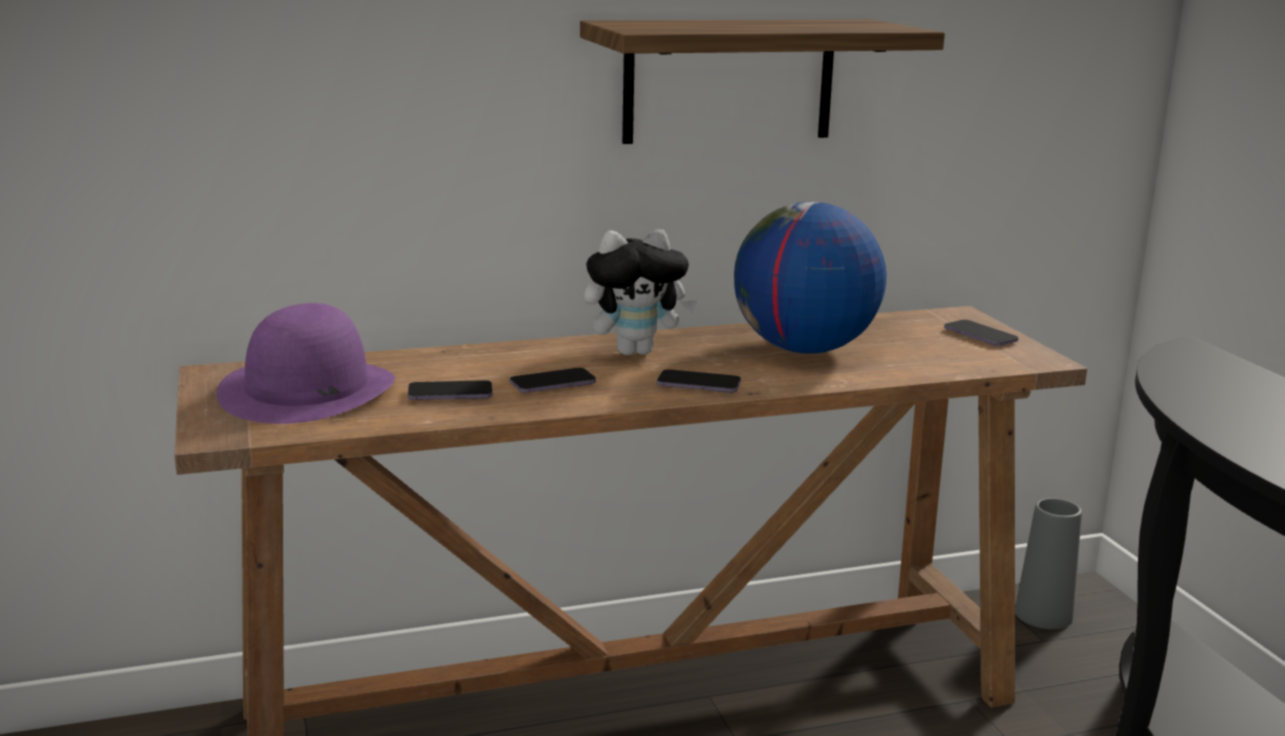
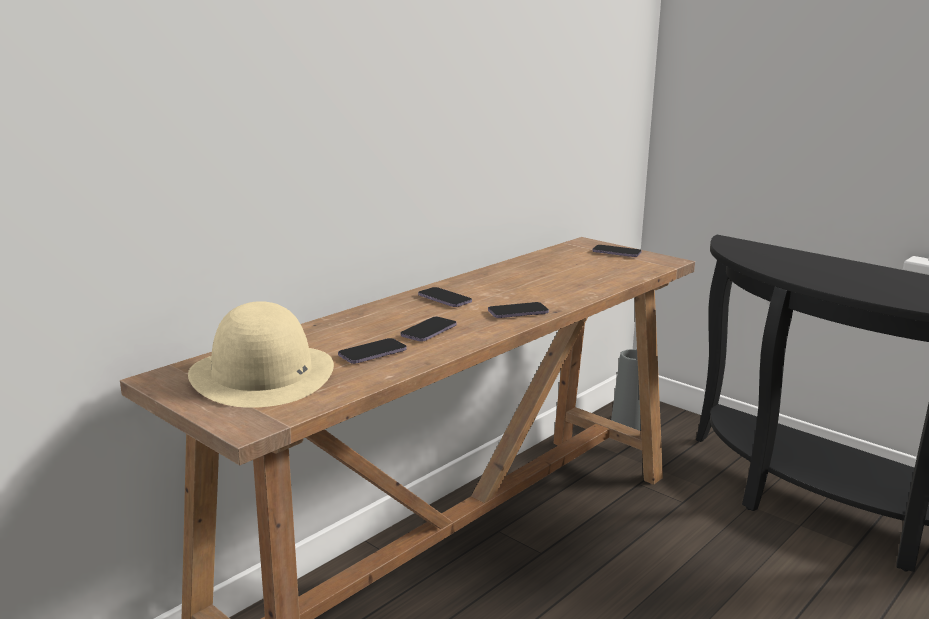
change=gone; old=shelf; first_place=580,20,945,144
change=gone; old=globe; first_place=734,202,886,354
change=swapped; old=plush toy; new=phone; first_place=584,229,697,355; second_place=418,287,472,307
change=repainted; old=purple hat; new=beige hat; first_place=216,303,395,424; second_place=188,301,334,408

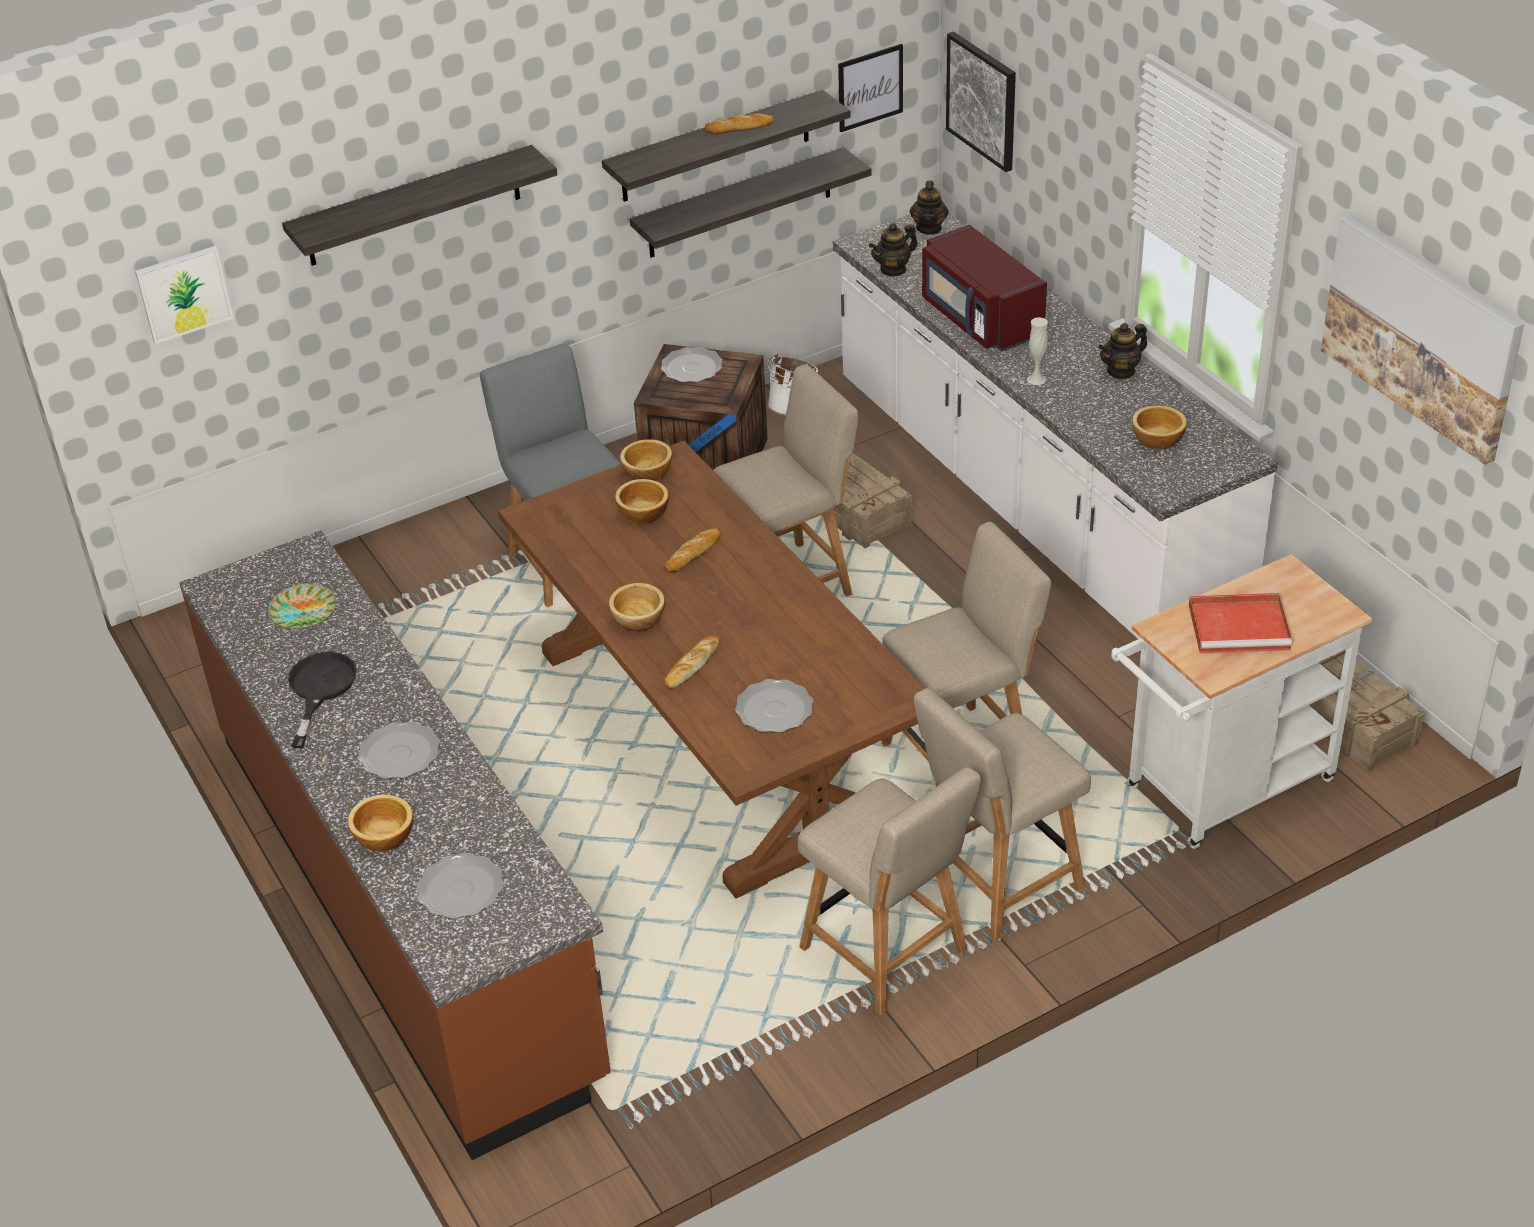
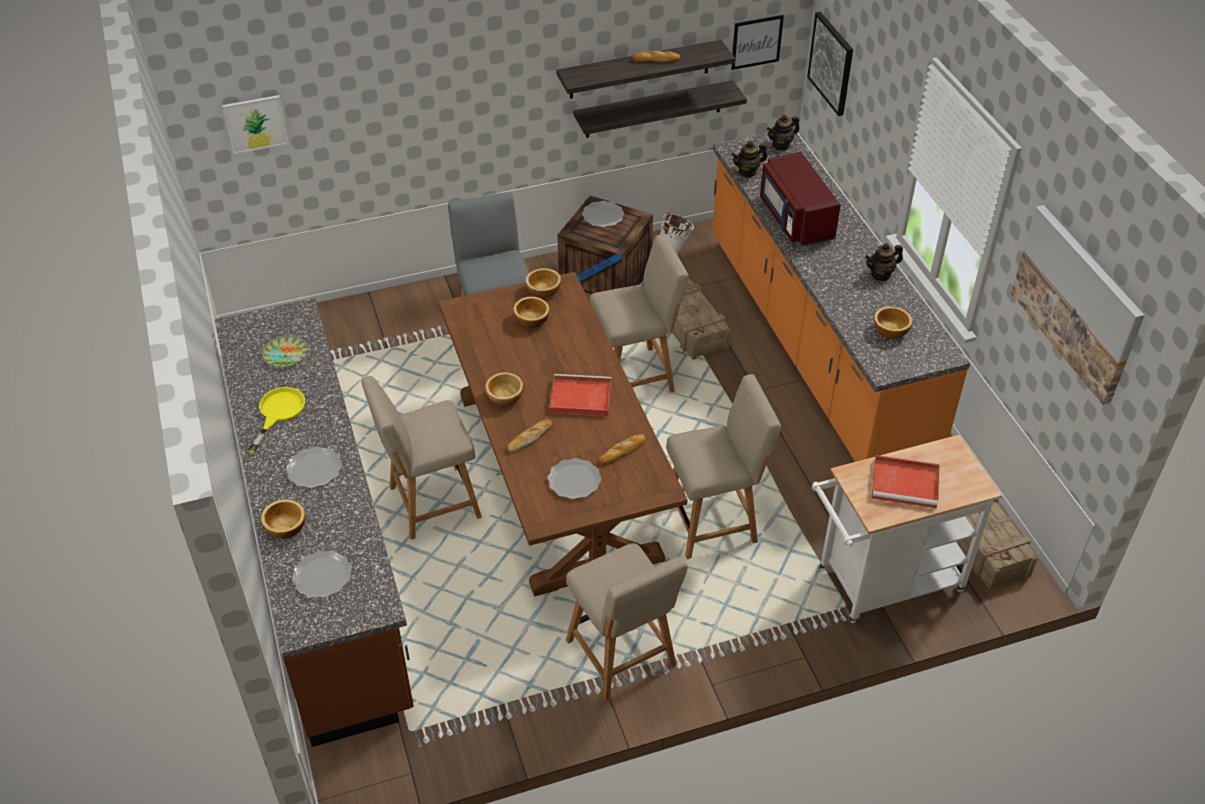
change=gone; old=shelf; first_place=282,145,557,266
change=rotated; old=teapot; first_place=910,180,949,235; second_place=767,115,799,151; degrees=45
change=repainted; old=white counter; new=orange counter; first_place=833,213,1278,639; second_place=712,129,970,462
change=gone; old=white vase; first_place=1027,317,1048,385
change=shifted; old=bread; first_place=664,528,720,573; second_place=599,434,646,465
change=repainted; old=black frying pan; new=yellow frying pan; first_place=288,652,357,748; second_place=247,387,305,453
change=shifted; old=beige chair; first_place=914,688,1091,941; second_place=361,376,482,540
change=new; new=red tray; second_place=549,374,612,416

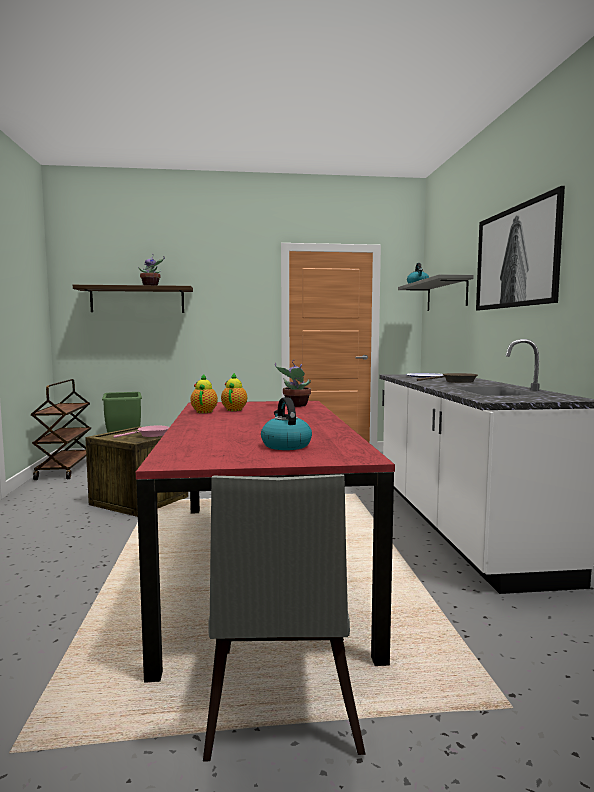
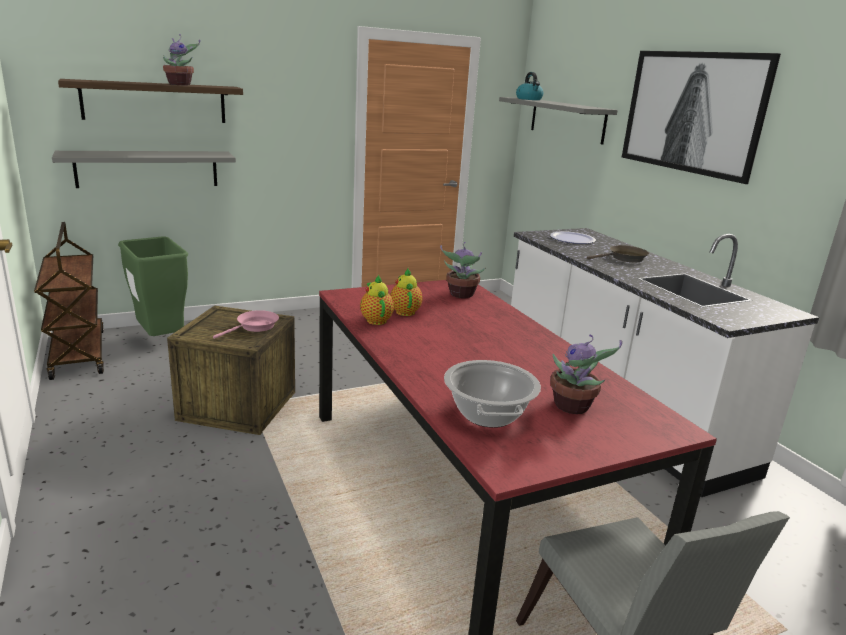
change=swapped; old=kettle; new=potted plant; first_place=261,397,312,450; second_place=550,335,622,414
change=new; new=grey shelf; second_place=52,151,236,188
change=new; new=cooking pot; second_place=444,360,541,428

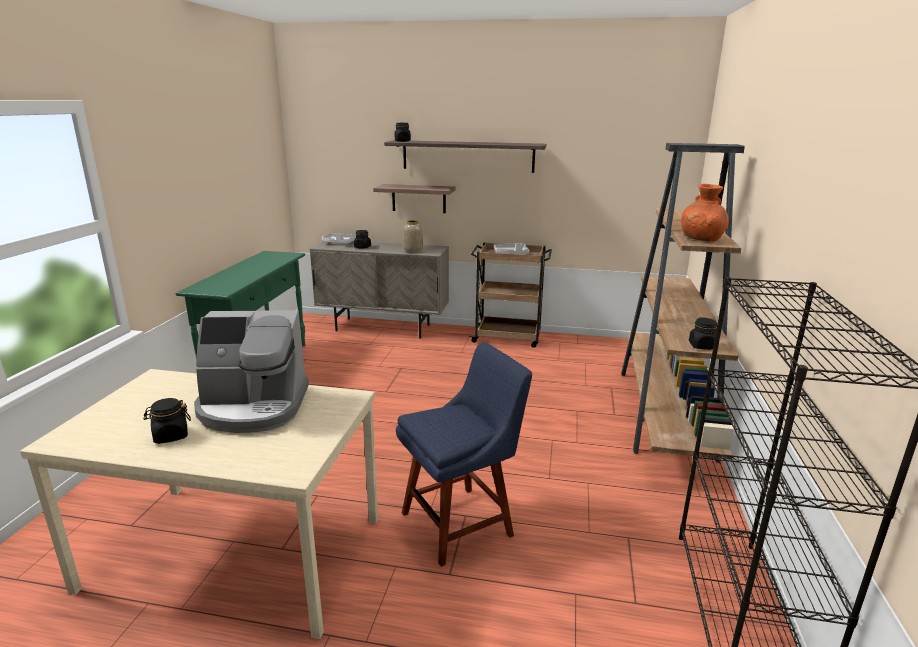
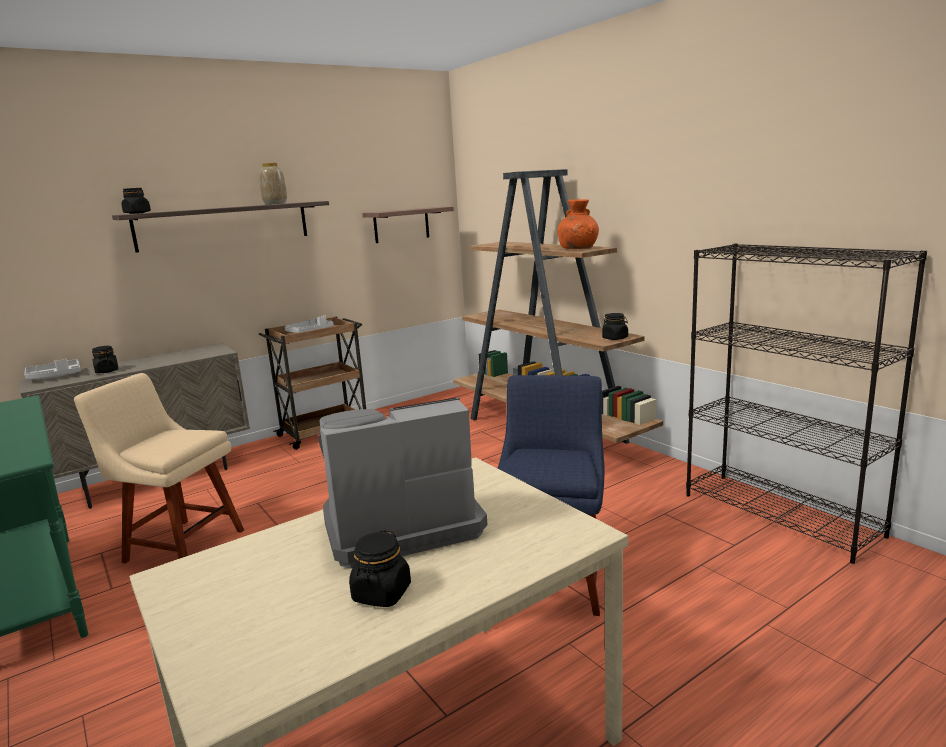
change=shifted; old=shelf; first_place=373,184,455,213; second_place=362,207,454,243
change=shifted; old=vase; first_place=403,220,423,254; second_place=259,163,287,205
change=rotated; old=coffee machine; first_place=194,310,309,433; second_place=318,397,487,568; degrees=-150
change=new; new=beige chair; second_place=74,373,244,564

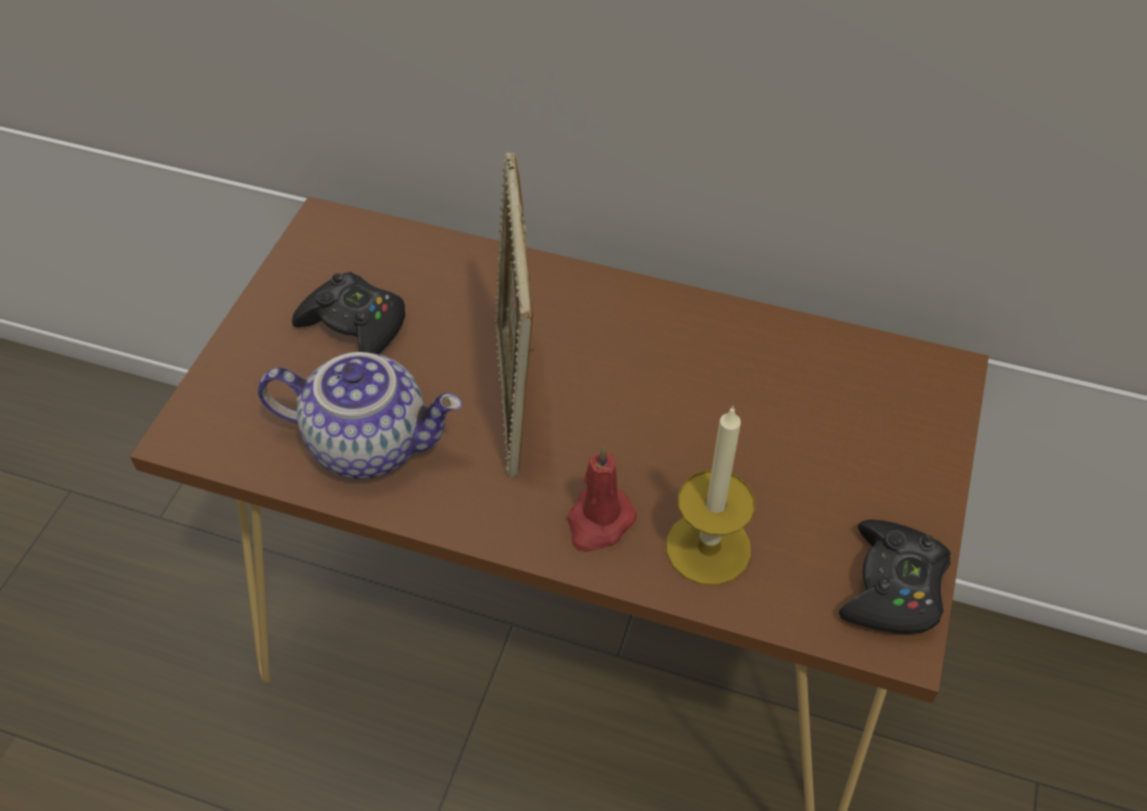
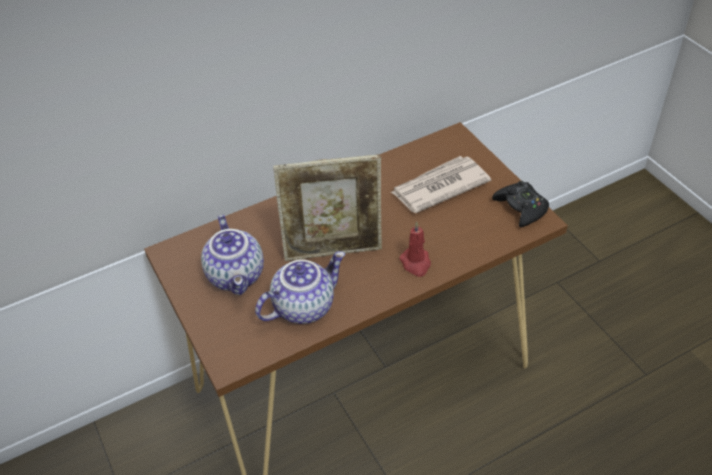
change=rotated; old=picture frame; first_place=494,152,534,477; second_place=273,154,382,261; degrees=-45
change=swapped; old=black game controller; new=teapot; first_place=292,272,405,354; second_place=201,215,264,295
change=gone; old=candle; first_place=666,406,755,585
change=new; new=newspaper; second_place=390,156,491,213

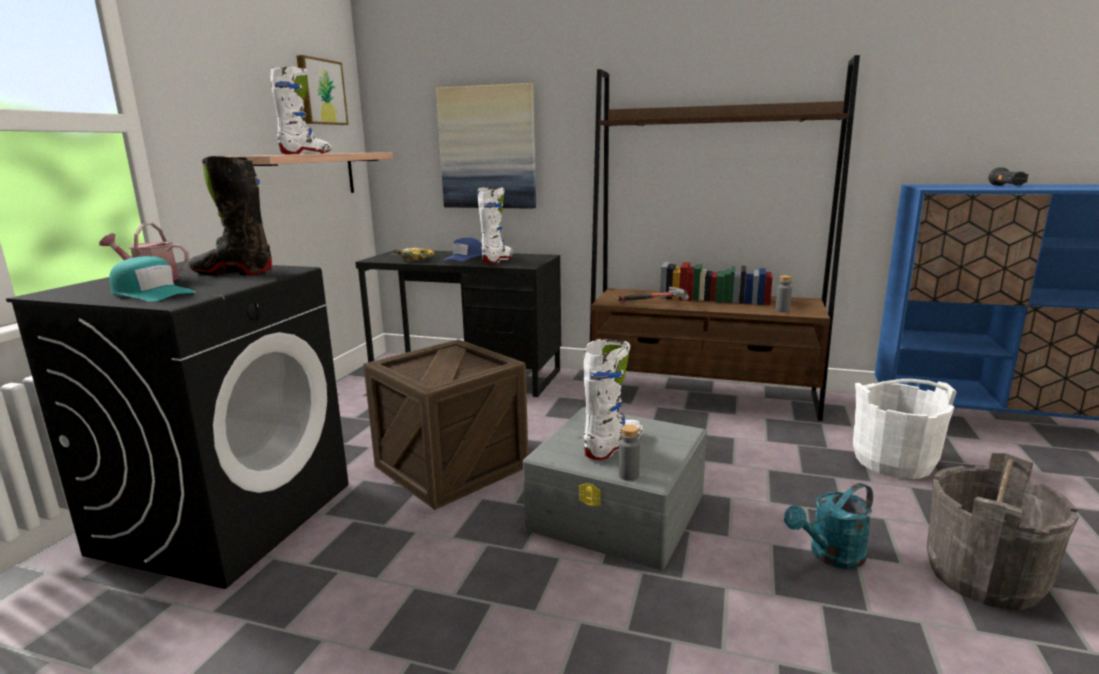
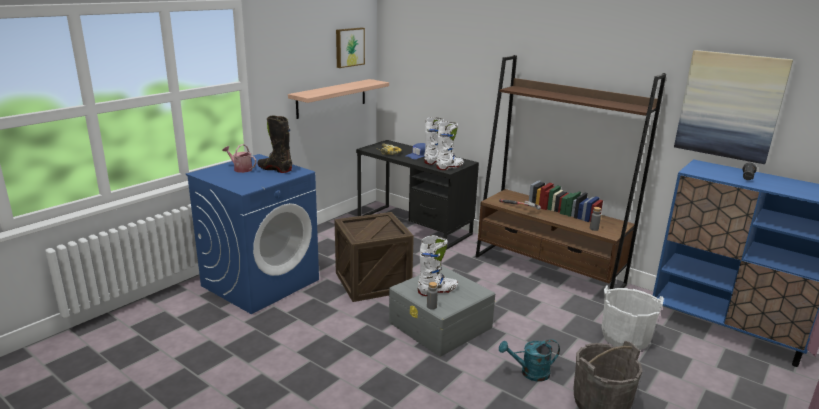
change=shifted; old=white boot; first_place=270,67,332,154; second_place=436,122,464,170
change=shifted; old=picture; first_place=436,83,536,209; second_place=674,50,793,164
change=gone; old=turquoise cap; first_place=109,256,196,302
change=repainted; old=black washing machine; new=blue washing machine; first_place=6,261,349,589; second_place=186,154,319,314

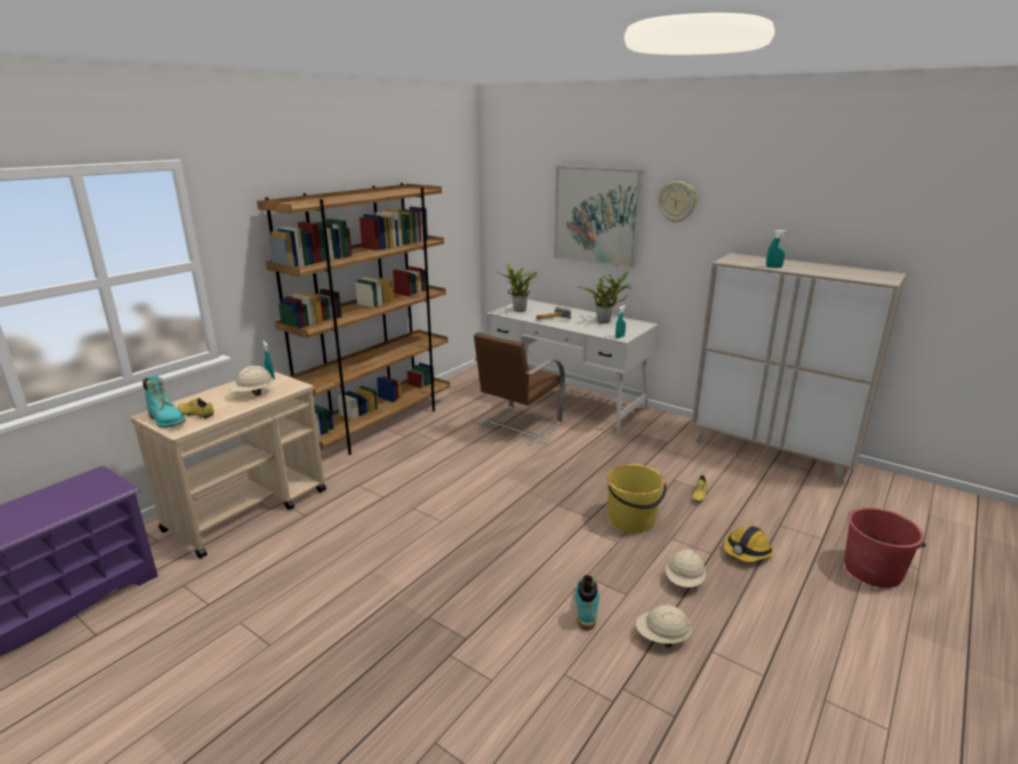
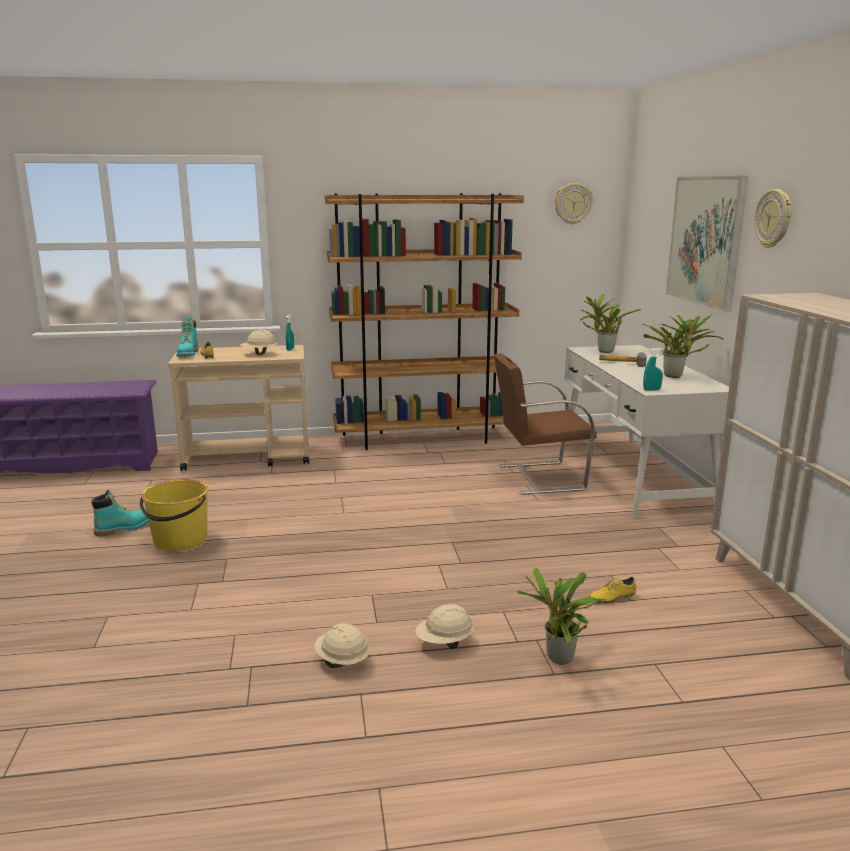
change=gone; old=turquoise spray bottle; first_place=766,230,787,268
change=shifted; old=yellow bucket; first_place=606,464,667,533; second_place=140,479,209,551
change=gone; old=red bucket; first_place=845,507,926,588
change=swapped; old=hard hat; new=potted plant; first_place=724,526,774,562; second_place=517,568,606,664
change=shifted; old=turquoise boot; first_place=575,575,599,631; second_place=91,490,149,537
change=new; new=wall clock; second_place=554,183,593,225

